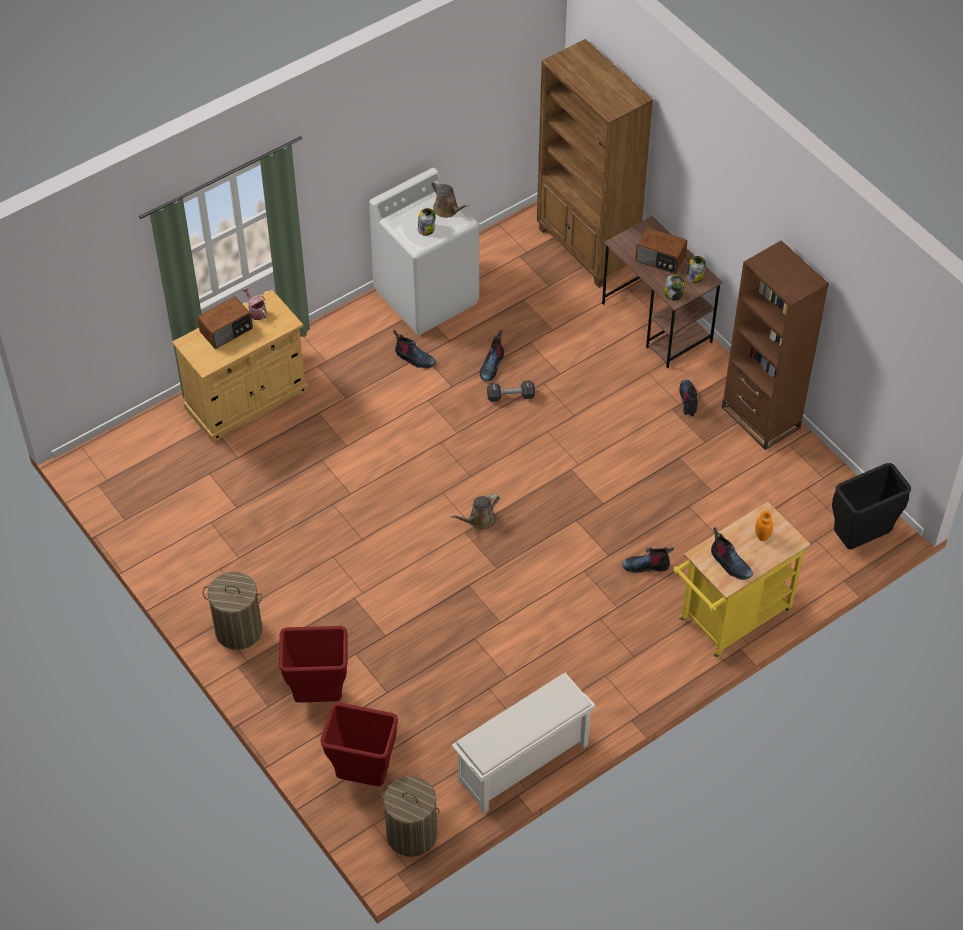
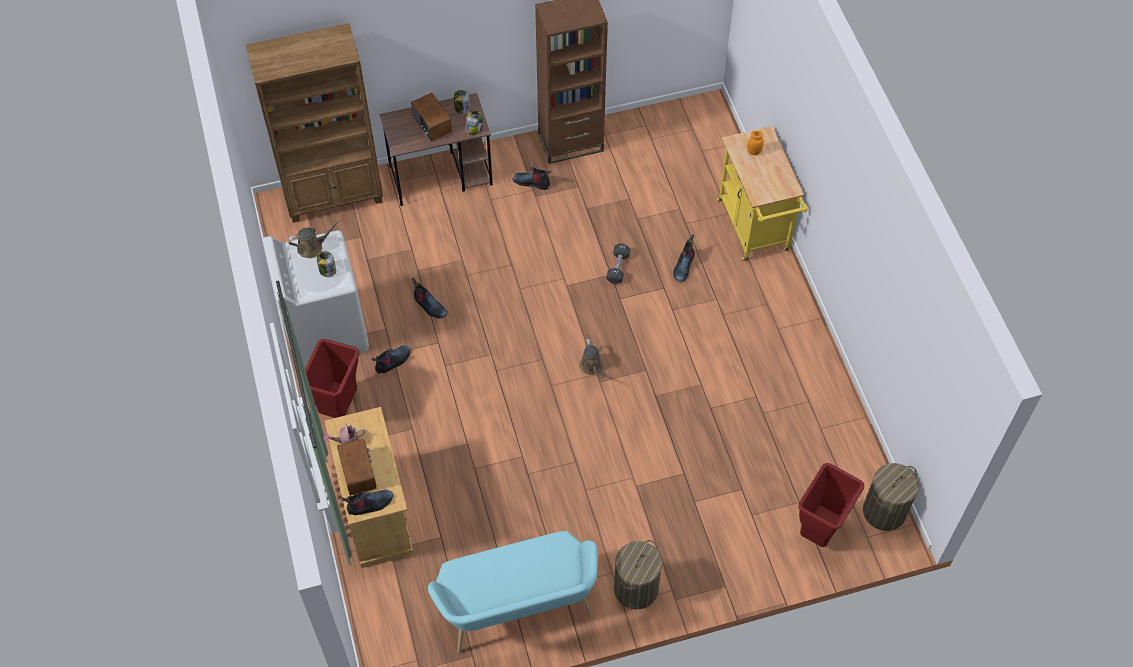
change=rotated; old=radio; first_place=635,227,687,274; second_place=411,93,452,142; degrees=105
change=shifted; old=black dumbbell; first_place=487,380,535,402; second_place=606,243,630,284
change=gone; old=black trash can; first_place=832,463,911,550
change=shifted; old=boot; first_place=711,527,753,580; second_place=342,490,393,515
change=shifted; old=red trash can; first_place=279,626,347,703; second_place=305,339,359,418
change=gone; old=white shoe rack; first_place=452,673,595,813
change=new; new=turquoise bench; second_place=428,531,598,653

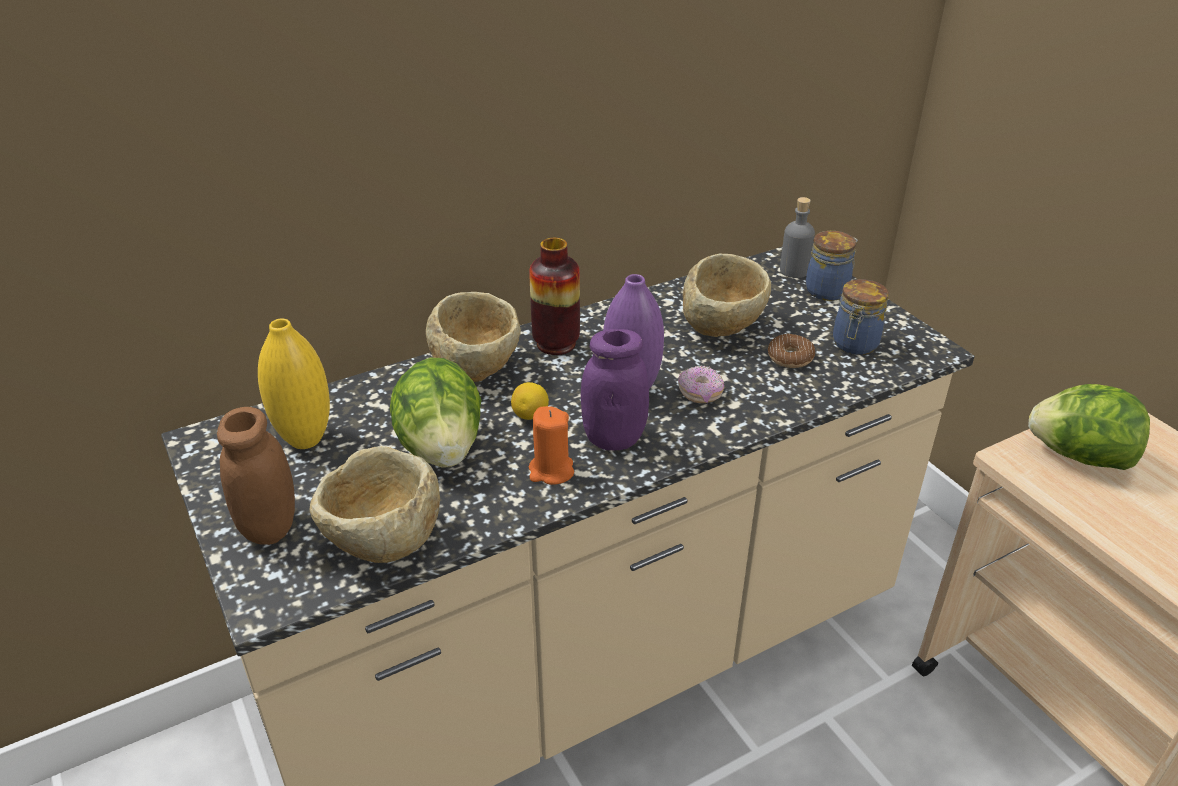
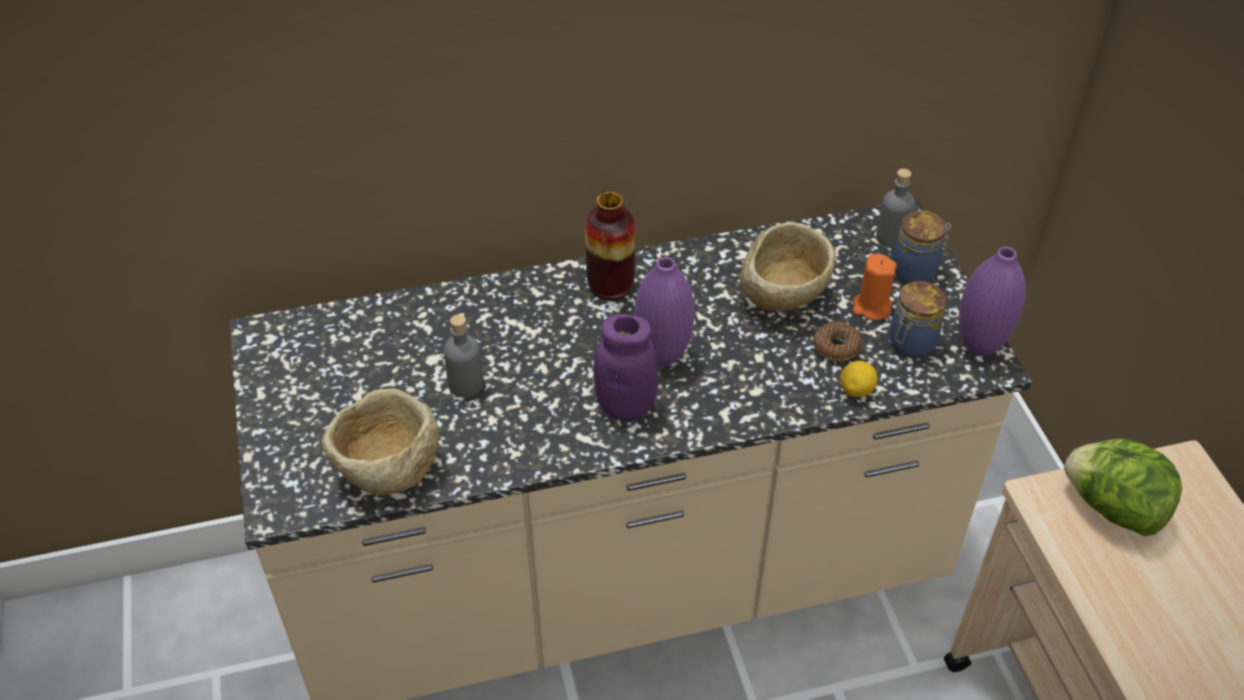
change=gone; old=beige bowl; first_place=426,292,521,382
change=gone; old=yellow vase; first_place=258,318,330,449
change=swapped; old=lettuce; new=grey bottle; first_place=390,358,481,467; second_place=443,315,483,398
change=gone; old=donut; first_place=678,365,724,403
change=shifted; old=lemon; first_place=511,382,549,420; second_place=840,361,878,397
change=shifted; old=orange candle; first_place=529,406,574,485; second_place=852,254,897,320
change=gone; old=brown jar; first_place=217,407,295,545
change=new; new=purple vase; second_place=959,247,1026,356

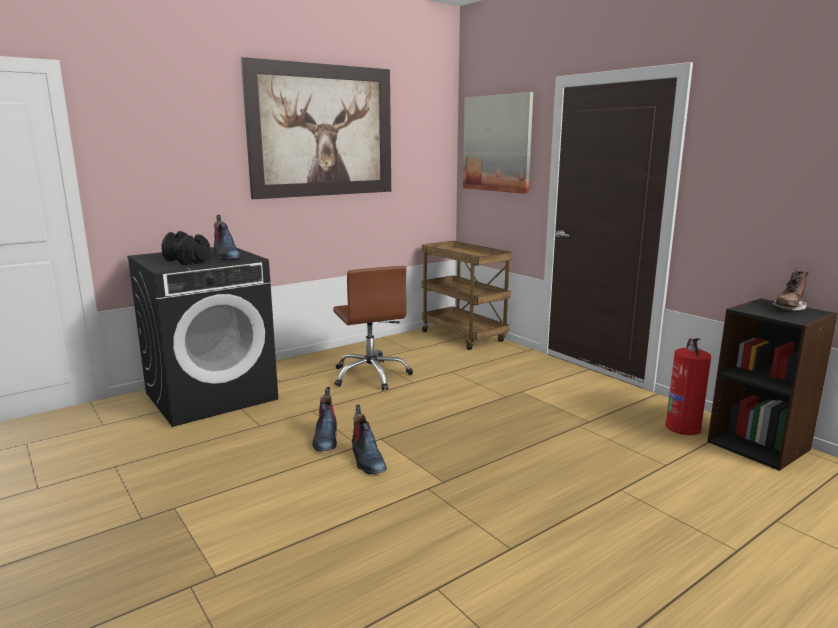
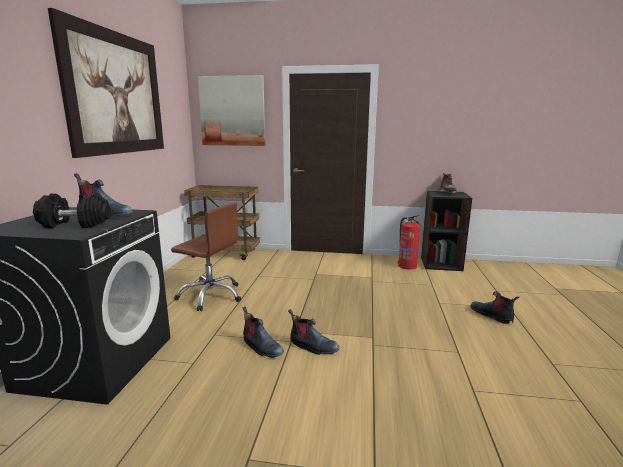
change=new; new=boot; second_place=470,291,519,324

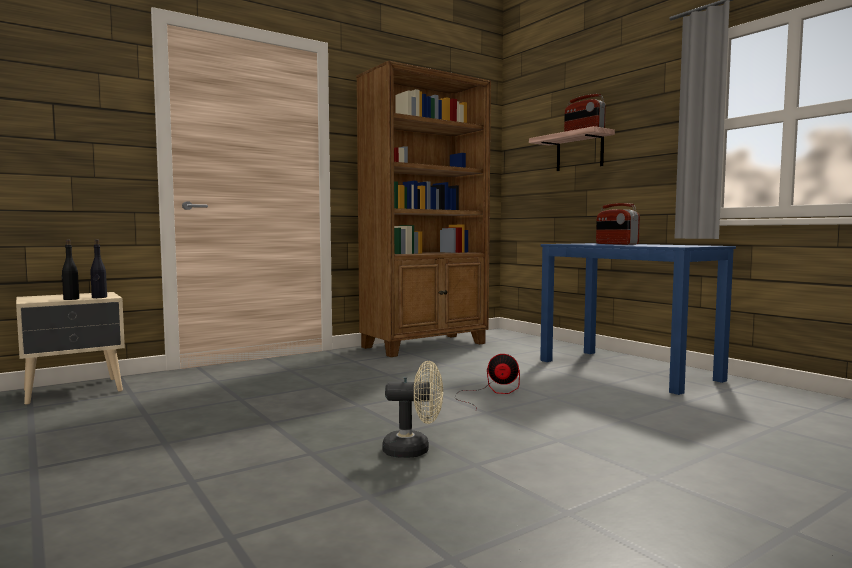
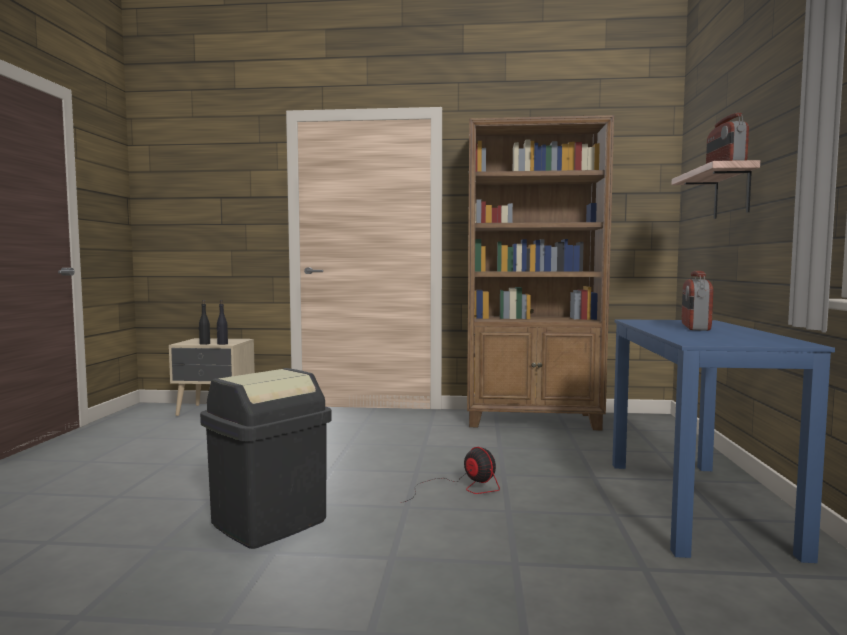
change=swapped; old=beige fan; new=black trash can; first_place=382,361,443,458; second_place=200,368,332,549

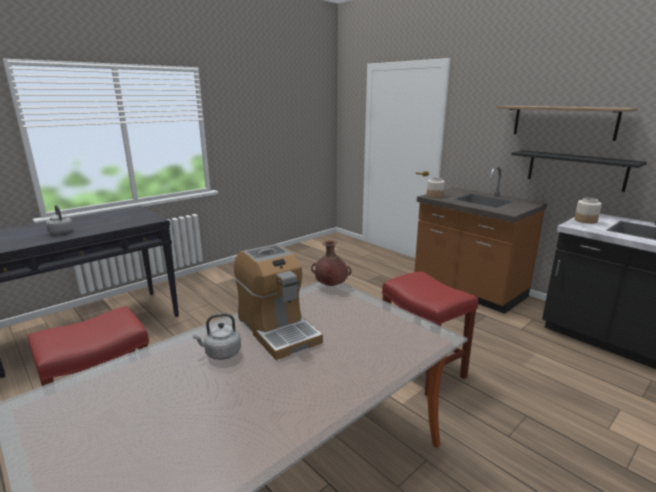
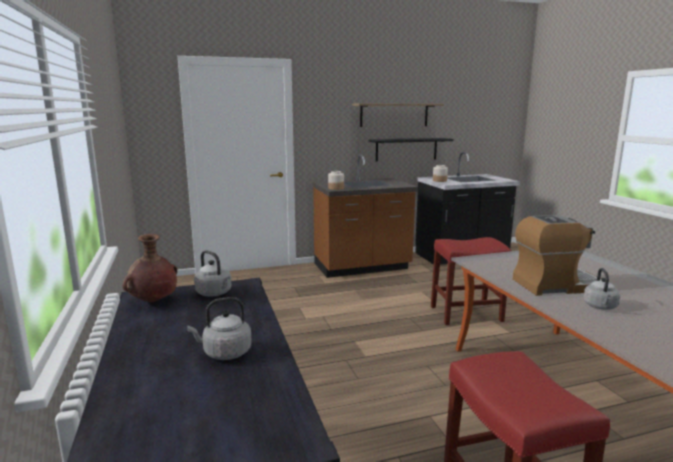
change=shifted; old=brown vase; first_place=311,239,352,286; second_place=123,234,177,302
change=new; new=grey kettle; second_place=194,250,232,297

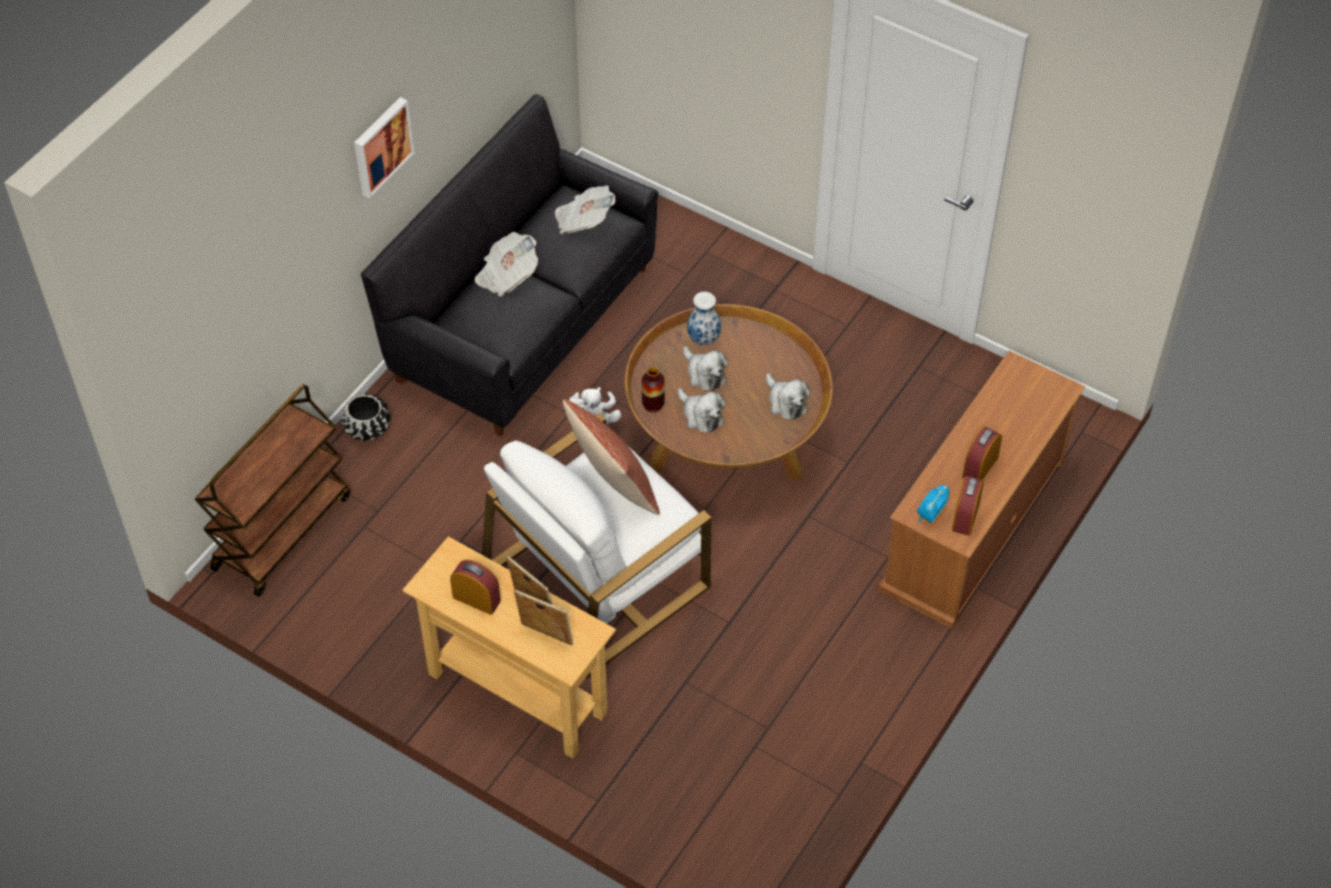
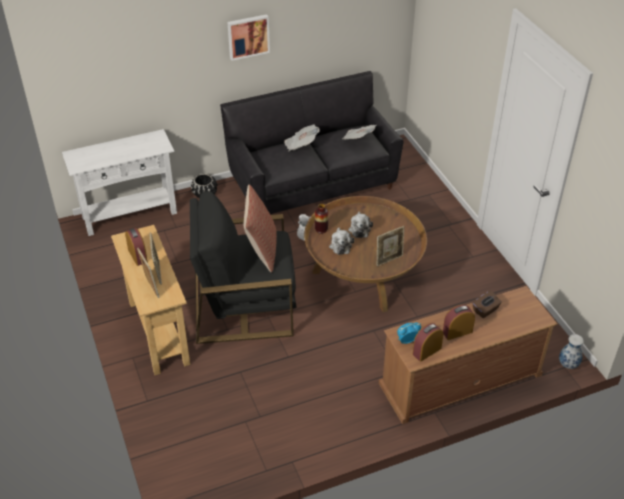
change=shifted; old=vase; first_place=687,292,721,345; second_place=559,334,584,369
change=swapped; old=plush toy; new=picture frame; first_place=766,373,810,420; second_place=377,226,404,267
change=swapped; old=brown cart; new=white console table; first_place=195,384,350,597; second_place=62,129,177,236
change=repainted; old=white armchair; new=black armchair; first_place=481,413,711,679; second_place=190,191,296,344
change=new; new=brown tissue box; second_place=473,291,502,318

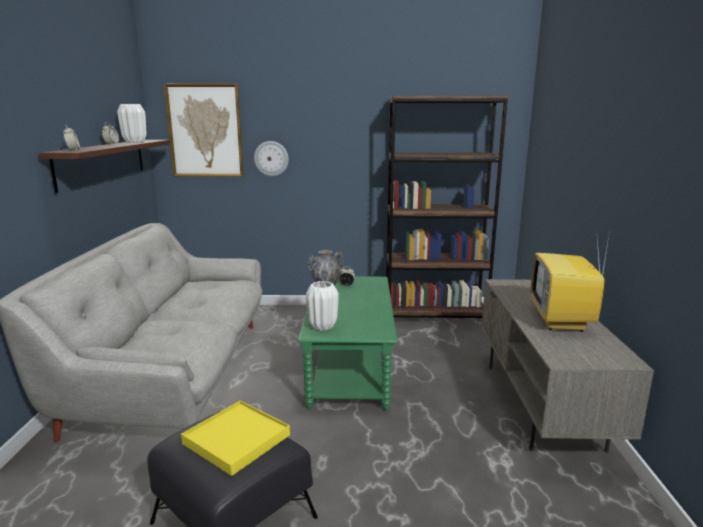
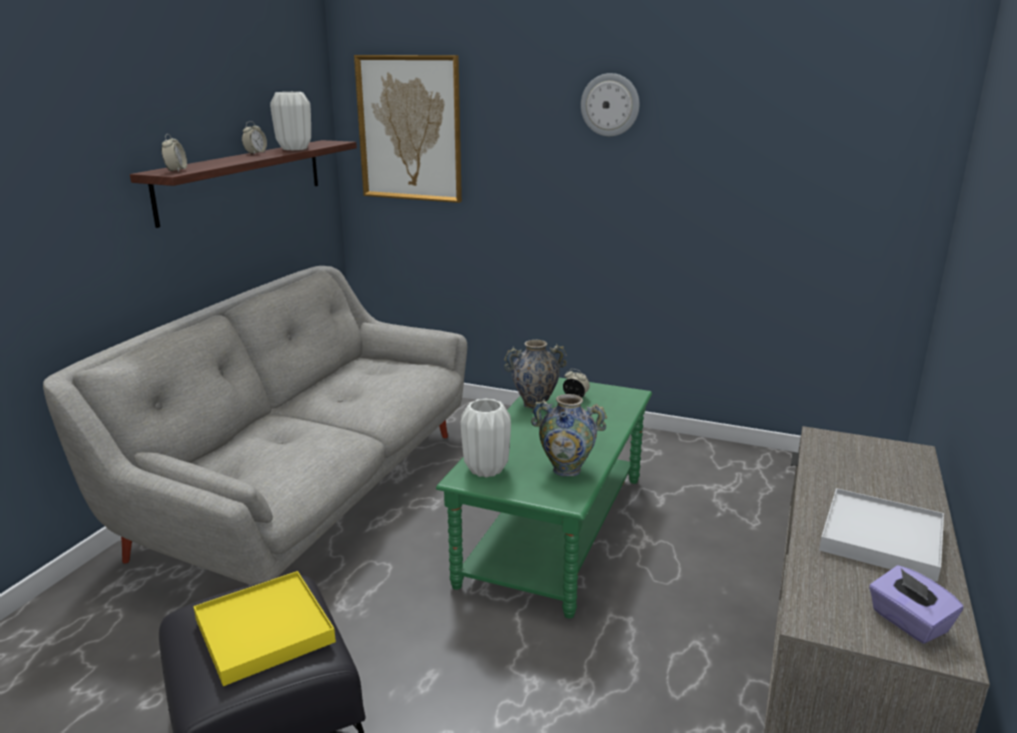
change=gone; old=brown bookcase; first_place=386,96,509,318
change=shifted; old=wall clock; first_place=254,141,289,176; second_place=581,73,639,137
change=swapped; old=television; new=white tray; first_place=530,228,610,332; second_place=819,488,944,582
change=new; new=vase; second_place=531,394,607,477
change=new; new=purple tissue box; second_place=869,565,963,644

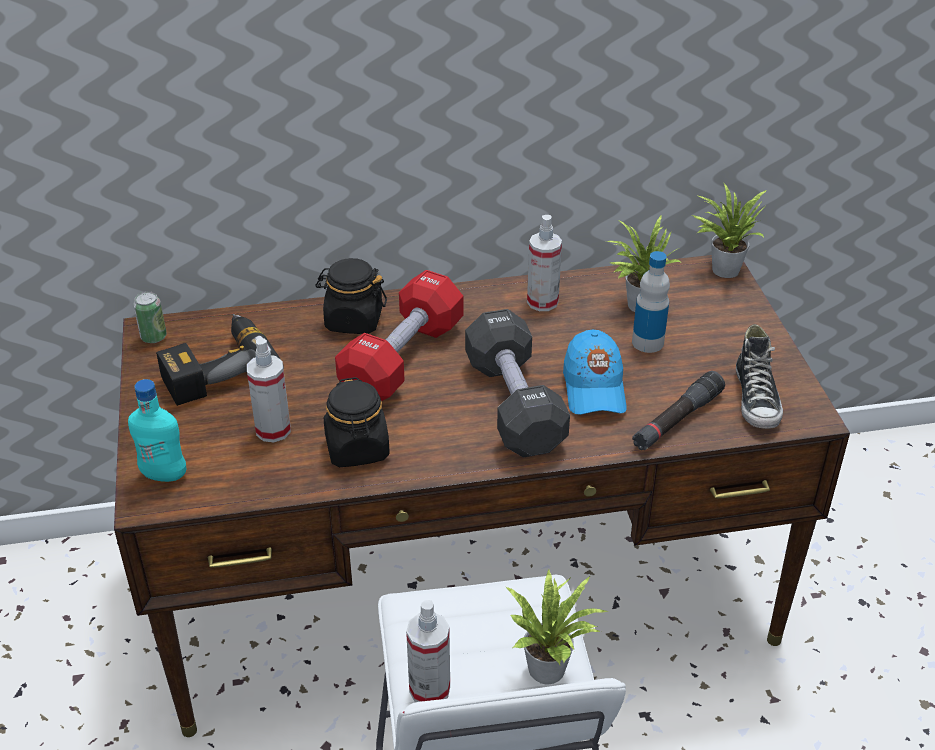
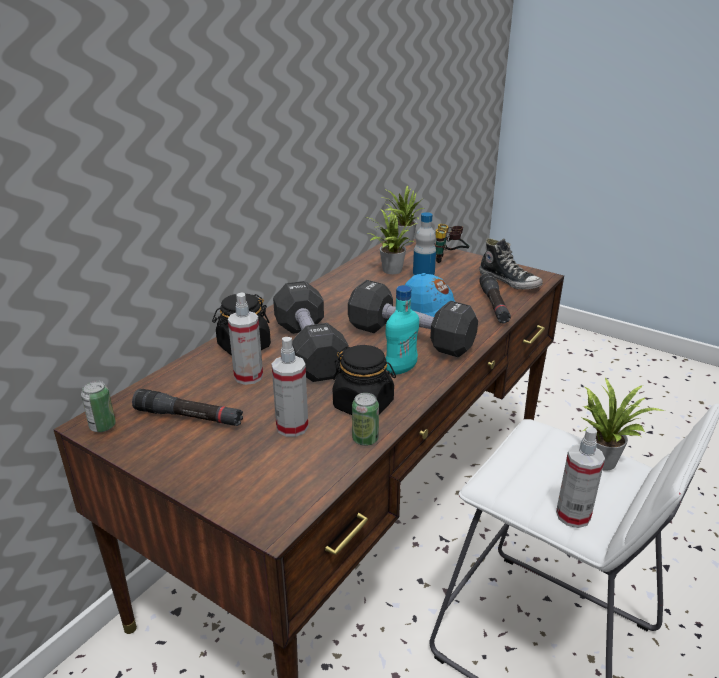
change=shifted; old=spray bottle; first_place=527,215,562,311; second_place=228,292,263,385
change=repainted; old=red dumbbell; new=black dumbbell; first_place=335,270,463,401; second_place=273,281,348,382
change=swapped; old=power drill; new=black flashlight; first_place=156,314,284,406; second_place=132,389,243,426
change=shifted; old=turquoise bottle; first_place=128,379,186,482; second_place=386,285,419,375
change=new; new=binoculars; second_place=434,224,470,263
change=new; new=can; second_place=352,393,379,446

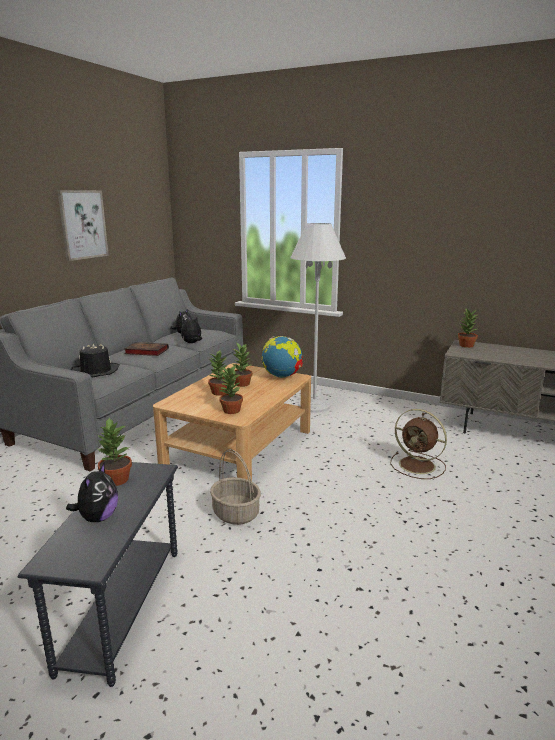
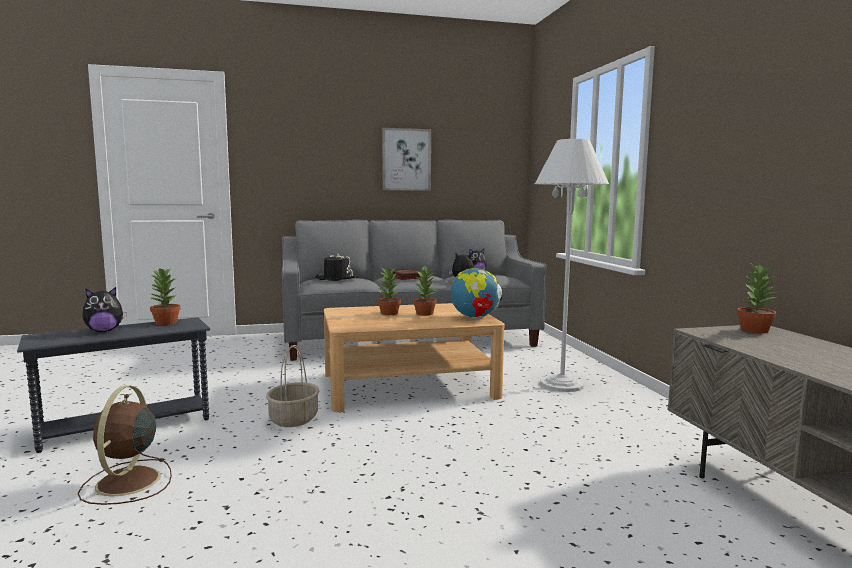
change=gone; old=potted plant; first_place=219,366,243,414
change=shifted; old=brown fan; first_place=390,409,447,479; second_place=78,386,172,505

